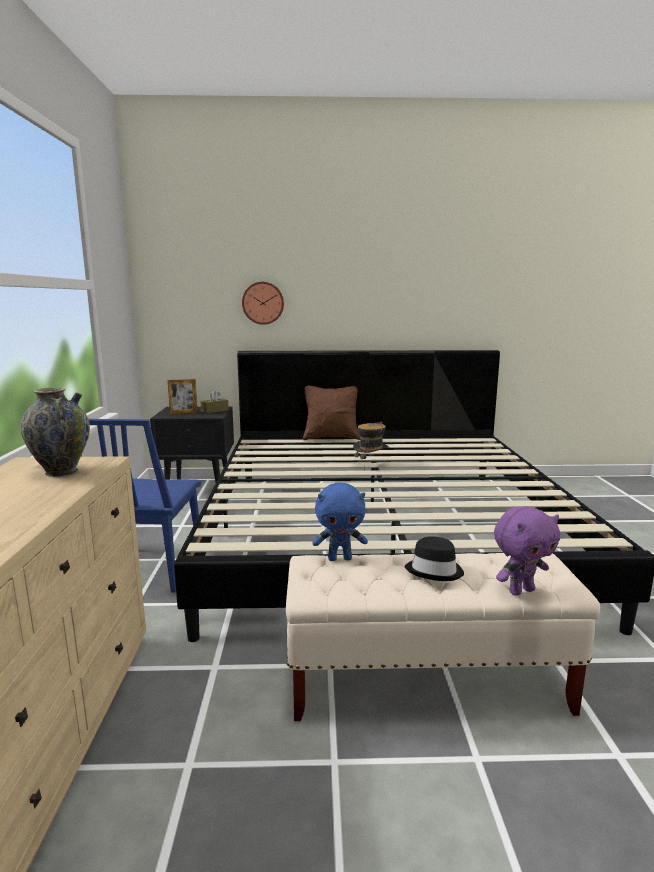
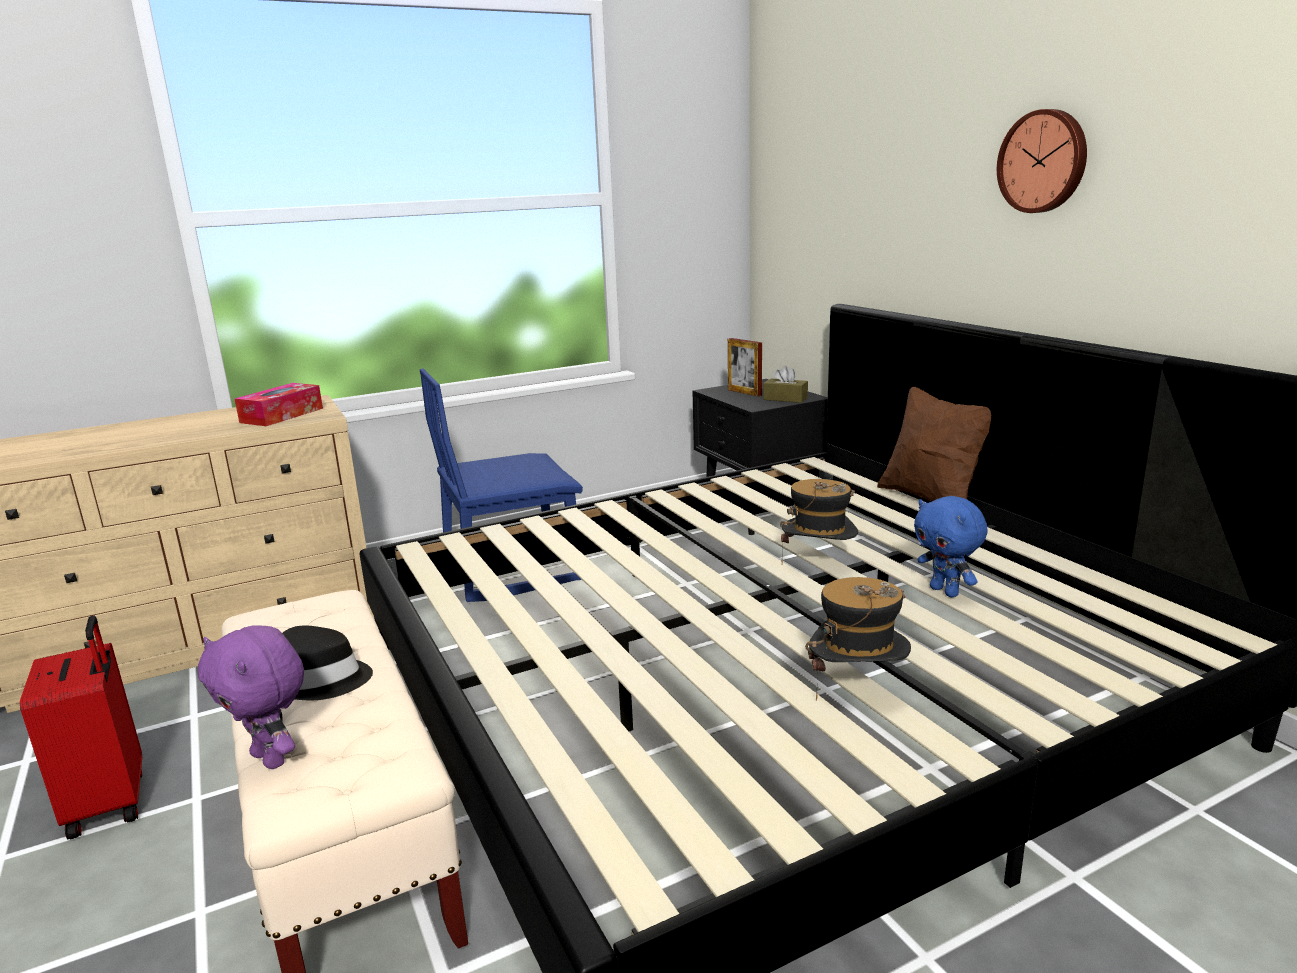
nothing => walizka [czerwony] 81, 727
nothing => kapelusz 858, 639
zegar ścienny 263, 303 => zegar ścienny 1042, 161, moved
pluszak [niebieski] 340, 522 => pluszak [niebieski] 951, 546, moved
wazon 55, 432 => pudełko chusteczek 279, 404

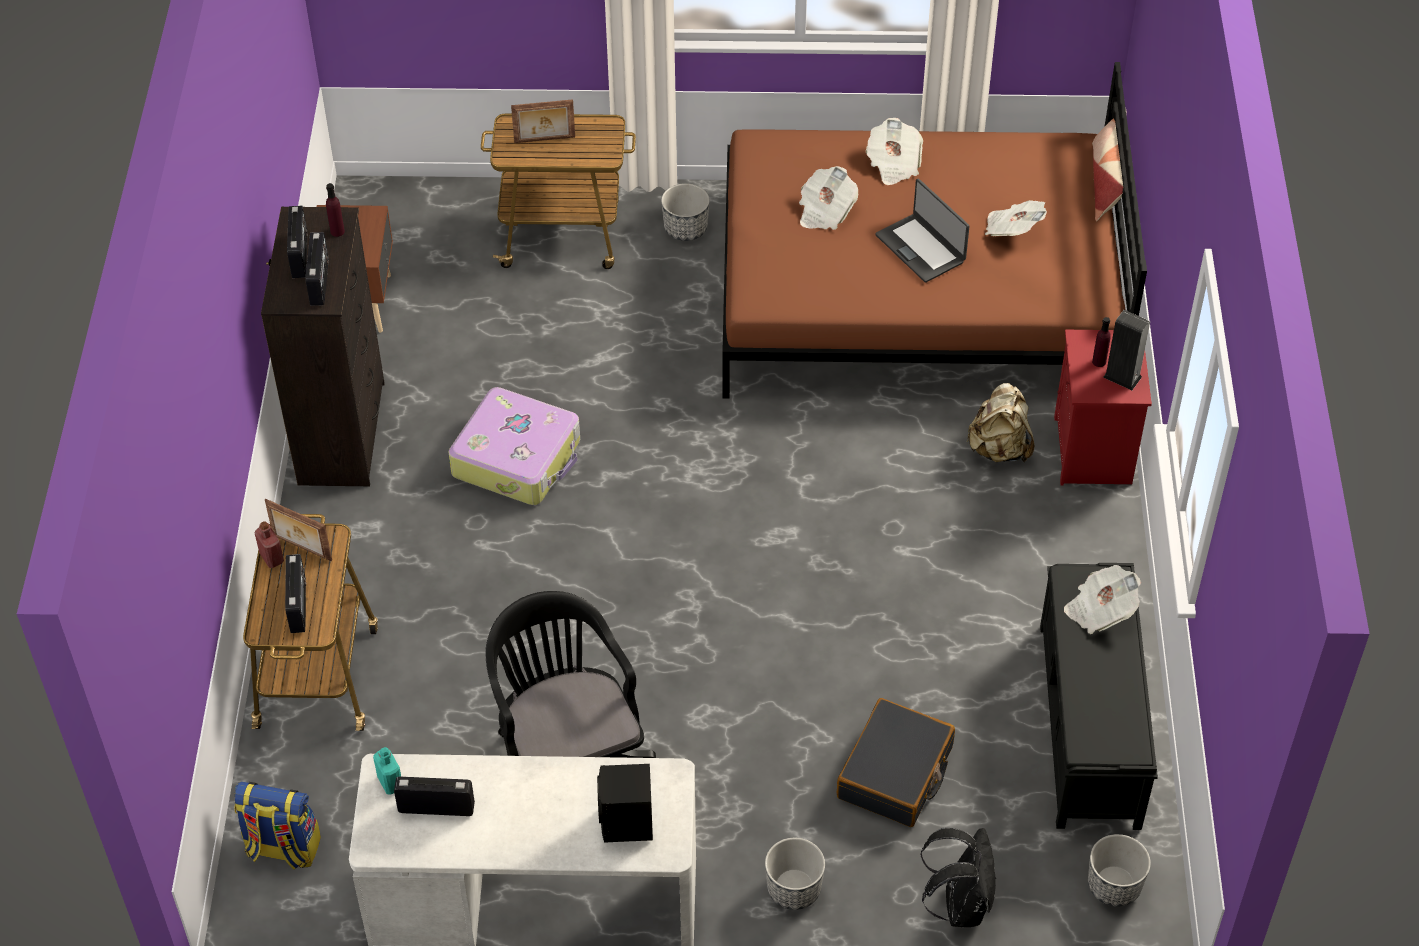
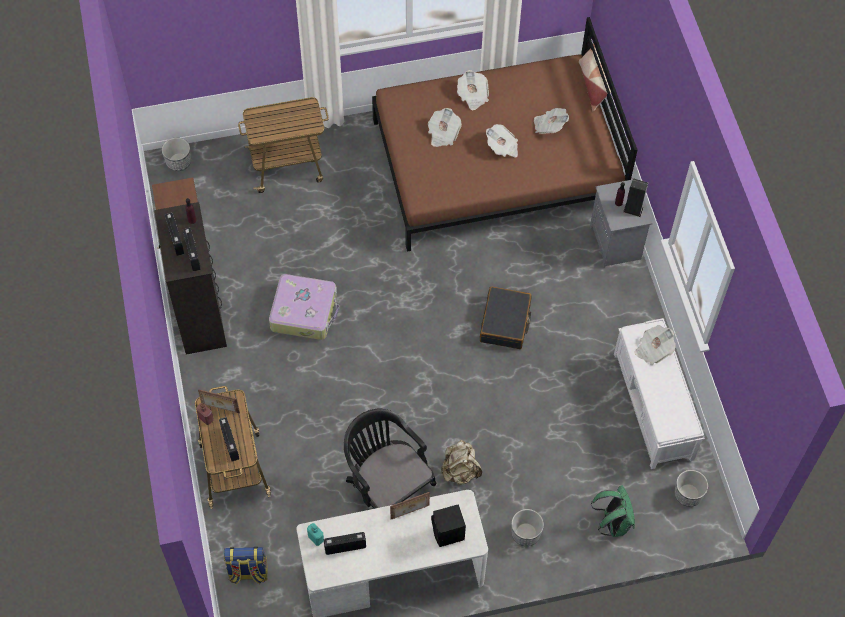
ramka na zdjęcie 543, 121 => ramka na zdjęcie 410, 505, moved
donica 685, 212 => donica 176, 154, moved
walizka [czarny] 896, 762 => walizka [czarny] 506, 317, moved
plecak [beżowy] 1000, 422 => plecak [beżowy] 461, 462, moved
laptop 922, 231 => gazeta 502, 140
plecak [czarny] 958, 877 => plecak [zielony] 613, 511
ławka [czarny] 1099, 696 => ławka [biały] 659, 393
szafka nocna [czerwony] 1103, 408 => szafka nocna [szary] 621, 224

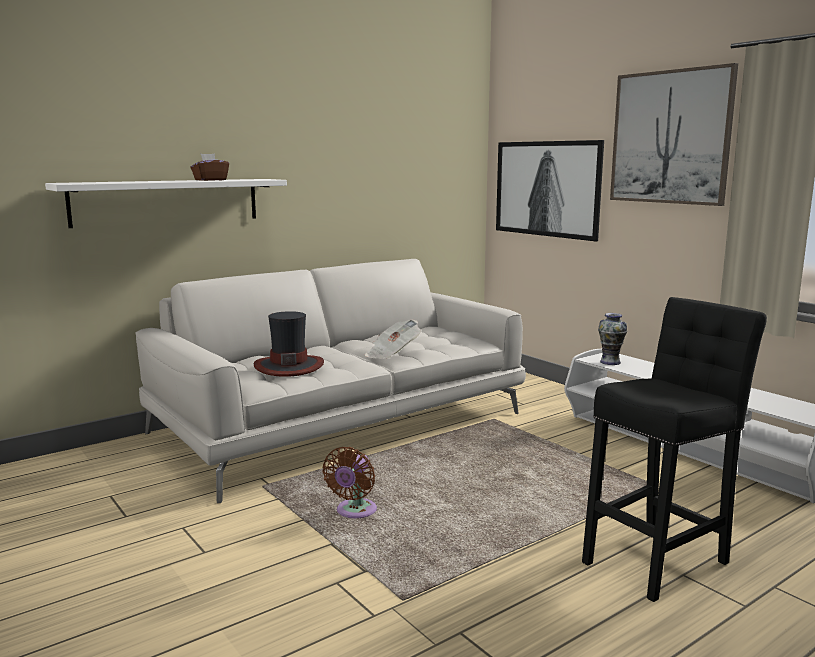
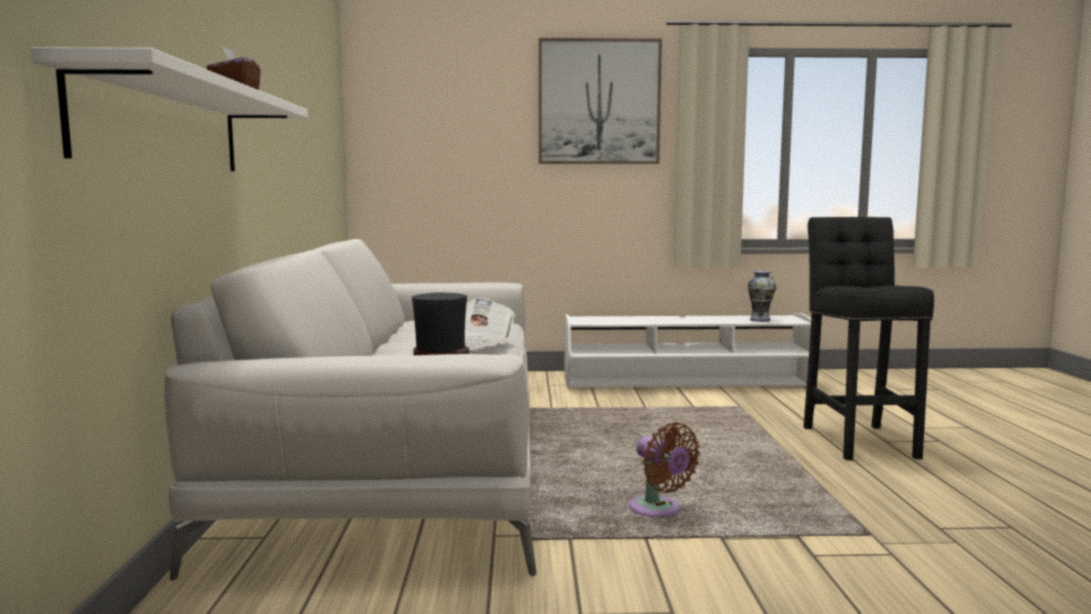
obraz 550, 190 => nothing
wazon 612, 339 => wazon 762, 296, moved

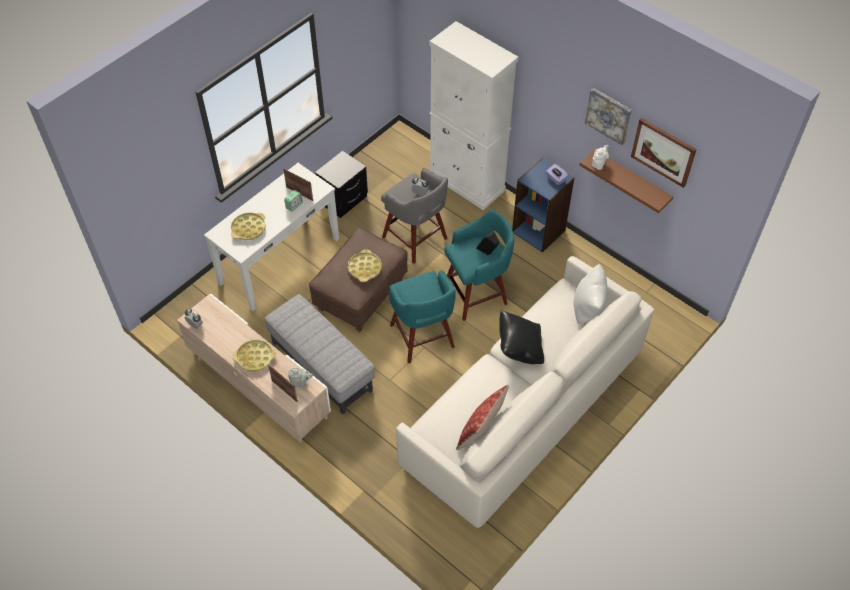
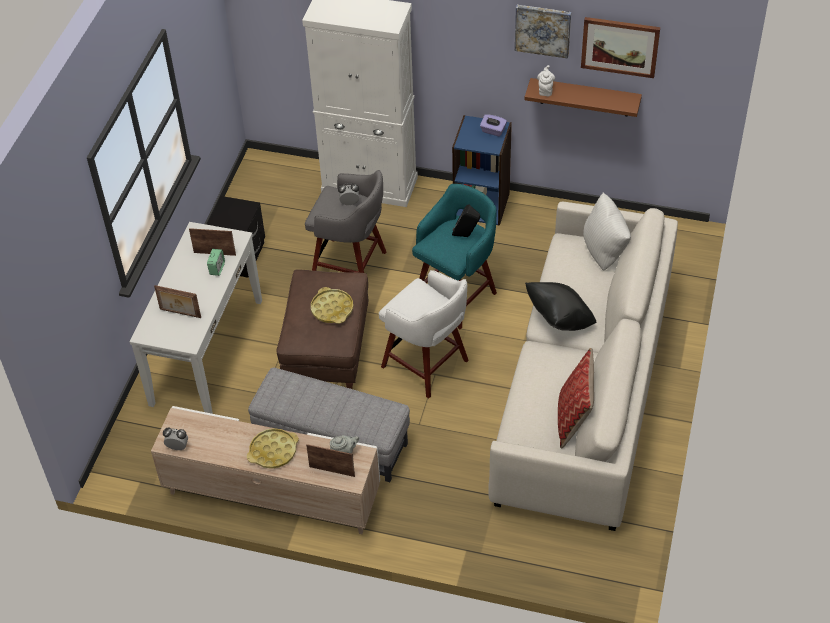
taca [żółty] 248, 226 => ramka na zdjęcie 177, 301
stołek [turkusowy] 422, 317 => stołek [biały] 424, 334

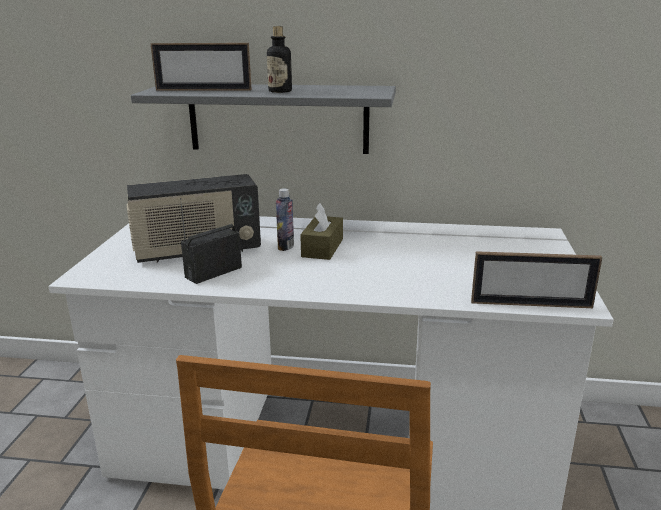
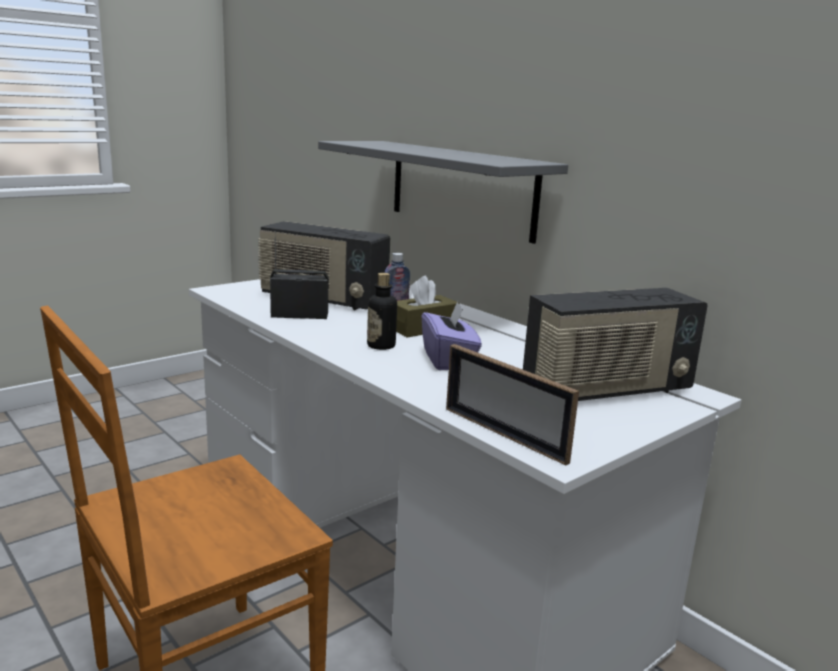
ramka na zdjęcie 201, 66 => nothing
nothing => pudełko chusteczek [fioletowy] 452, 335
nothing => radio 615, 344
butelka 279, 59 => butelka 382, 311, moved

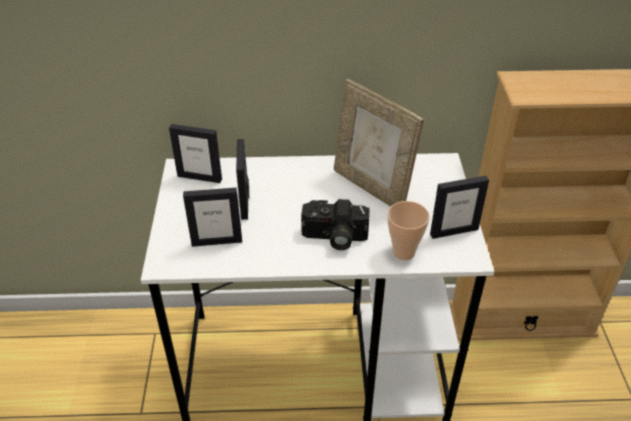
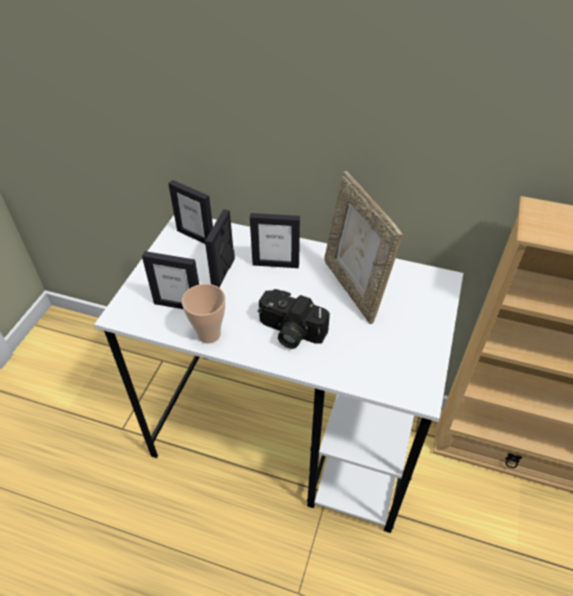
filiżanka 409, 230 => filiżanka 203, 314, moved
ramka na zdjęcie 459, 207 => ramka na zdjęcie 275, 240, moved

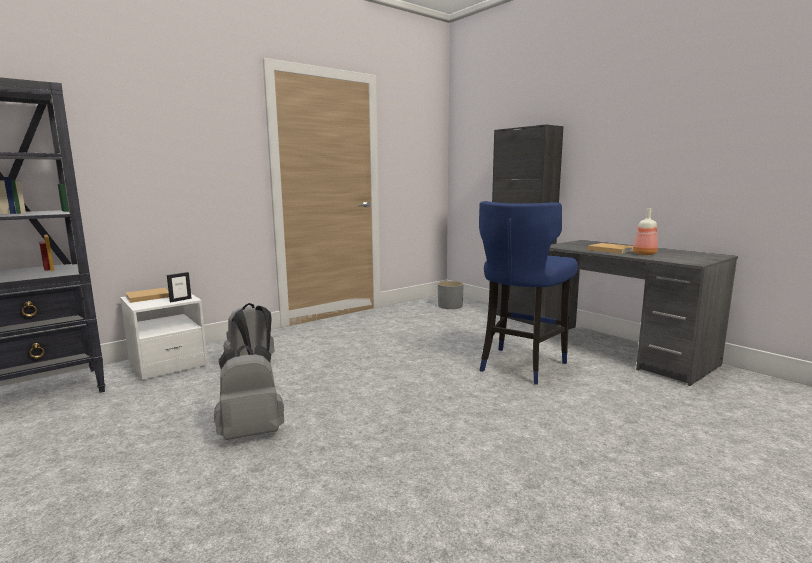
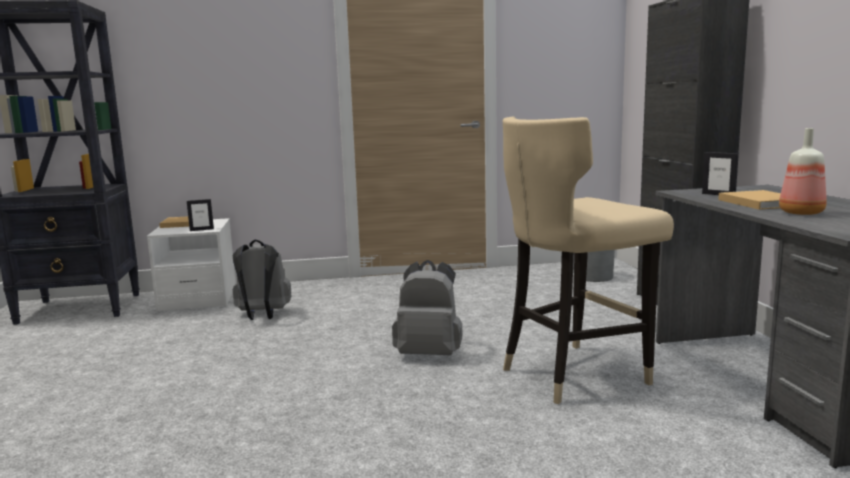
nothing => ramka na zdjęcie 720, 173
plecak [szary] 249, 392 => plecak [szary] 427, 308, moved
stołek [niebieski] 528, 292 => stołek [beżowy] 588, 260

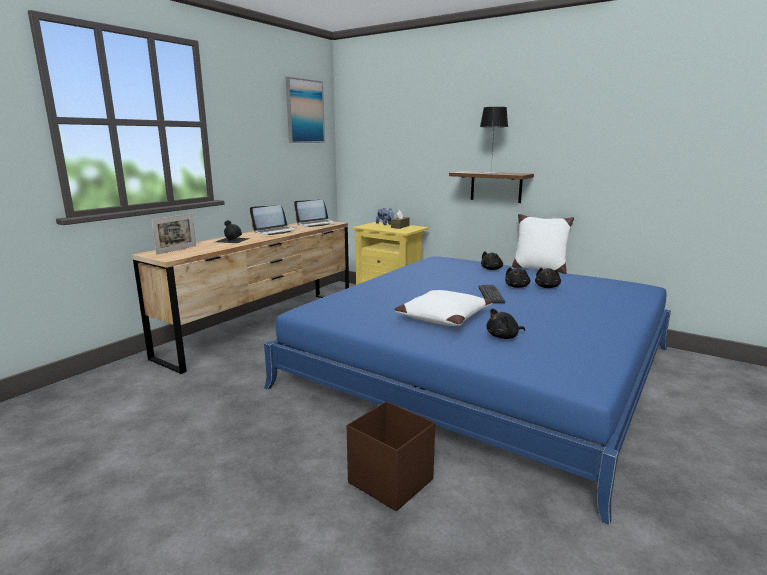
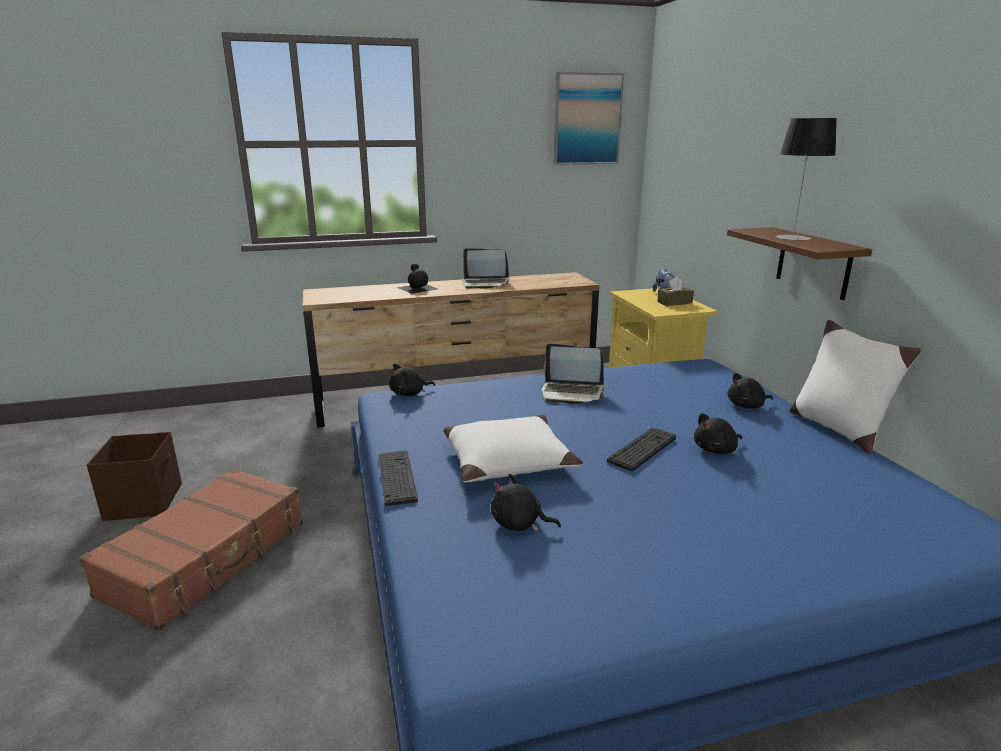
ramka na zdjęcie 174, 234 => nothing
nothing => walizka [brązowy] 191, 549
nothing => klawiatura 398, 478
laptop 314, 213 => laptop 573, 373, moved
pojemnik do przechowywania [brązowy] 391, 456 => pojemnik do przechowywania [brązowy] 134, 476, moved
pluszak [czarny] 548, 278 => pluszak [czarny] 412, 379, moved

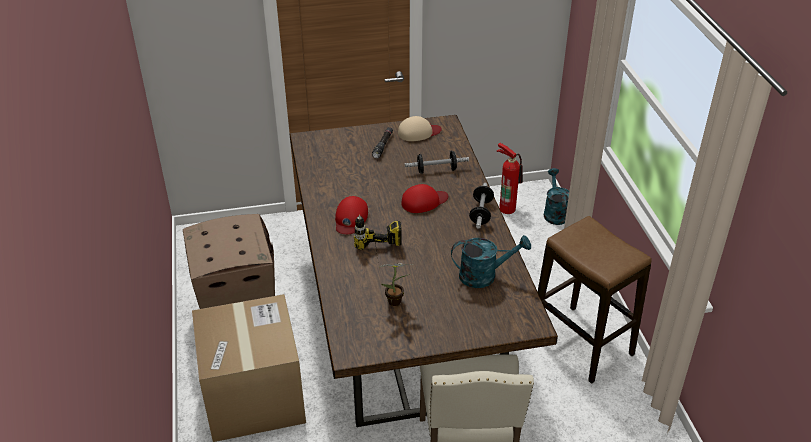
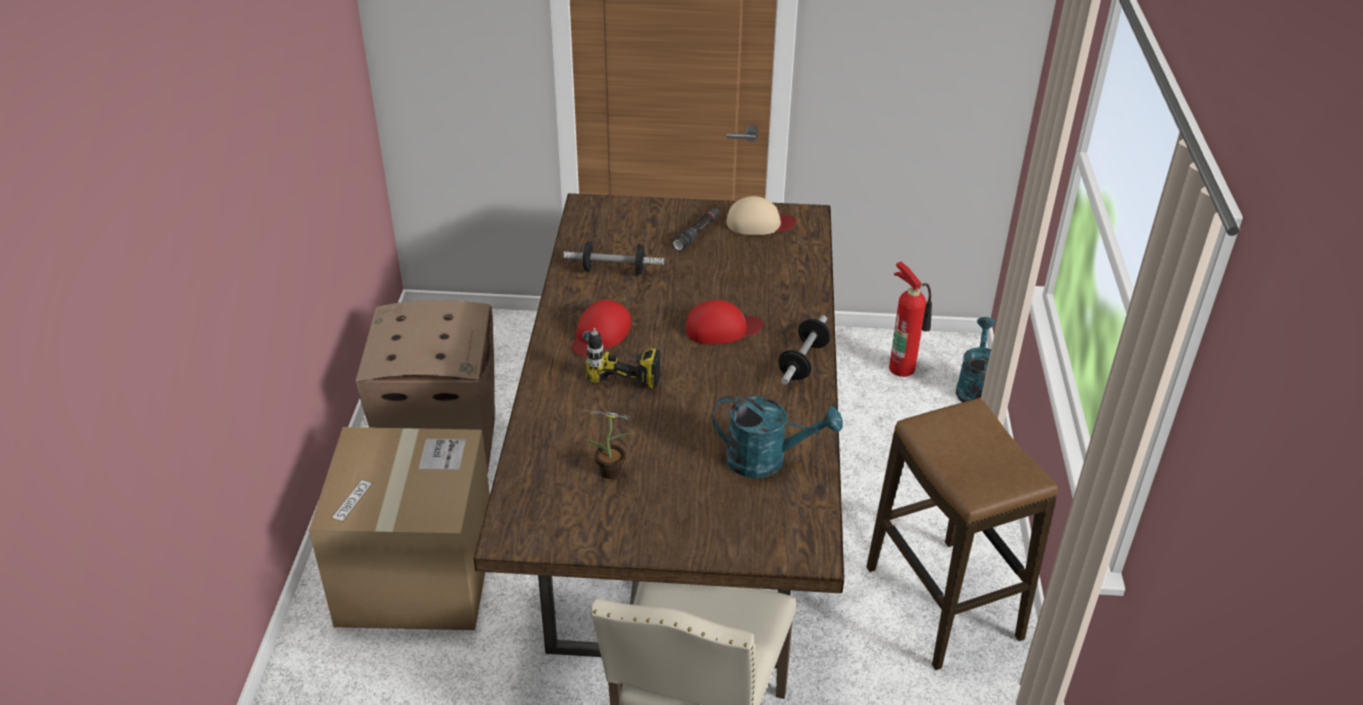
hantel 437, 162 => hantel 614, 258, moved

